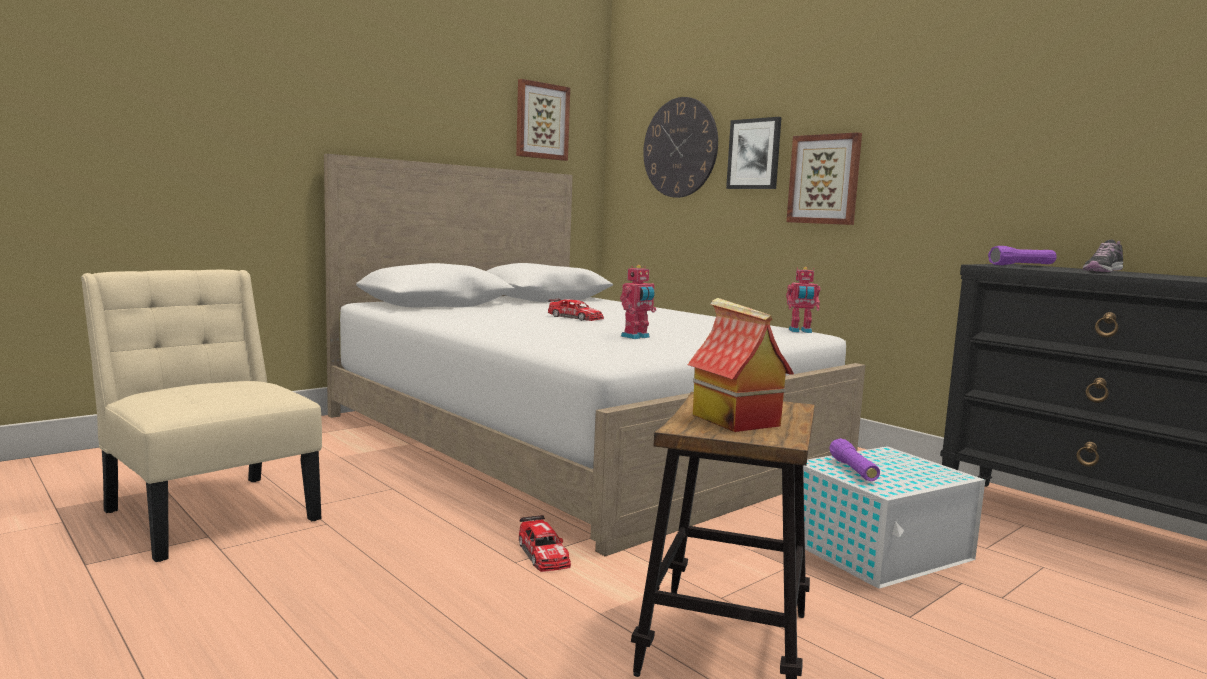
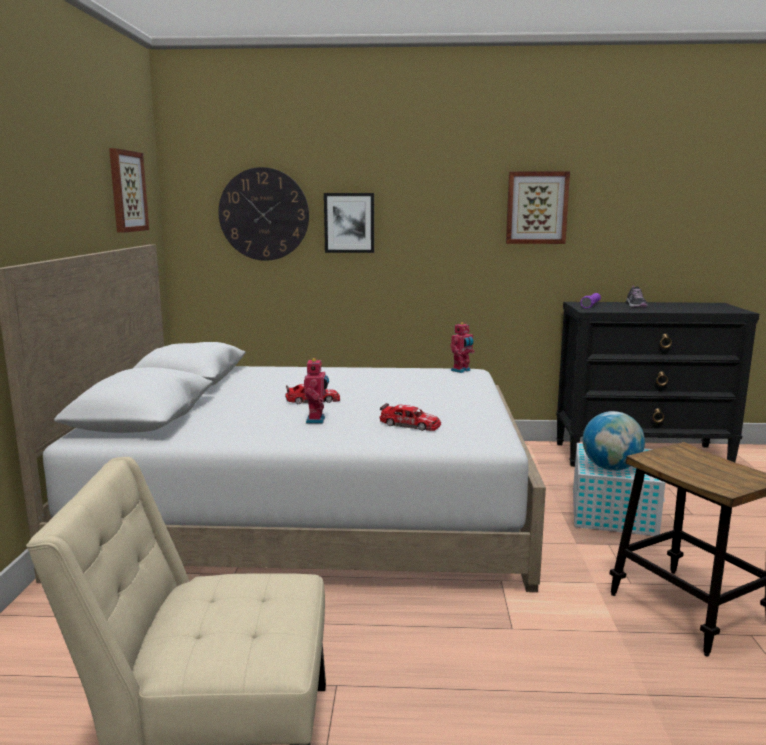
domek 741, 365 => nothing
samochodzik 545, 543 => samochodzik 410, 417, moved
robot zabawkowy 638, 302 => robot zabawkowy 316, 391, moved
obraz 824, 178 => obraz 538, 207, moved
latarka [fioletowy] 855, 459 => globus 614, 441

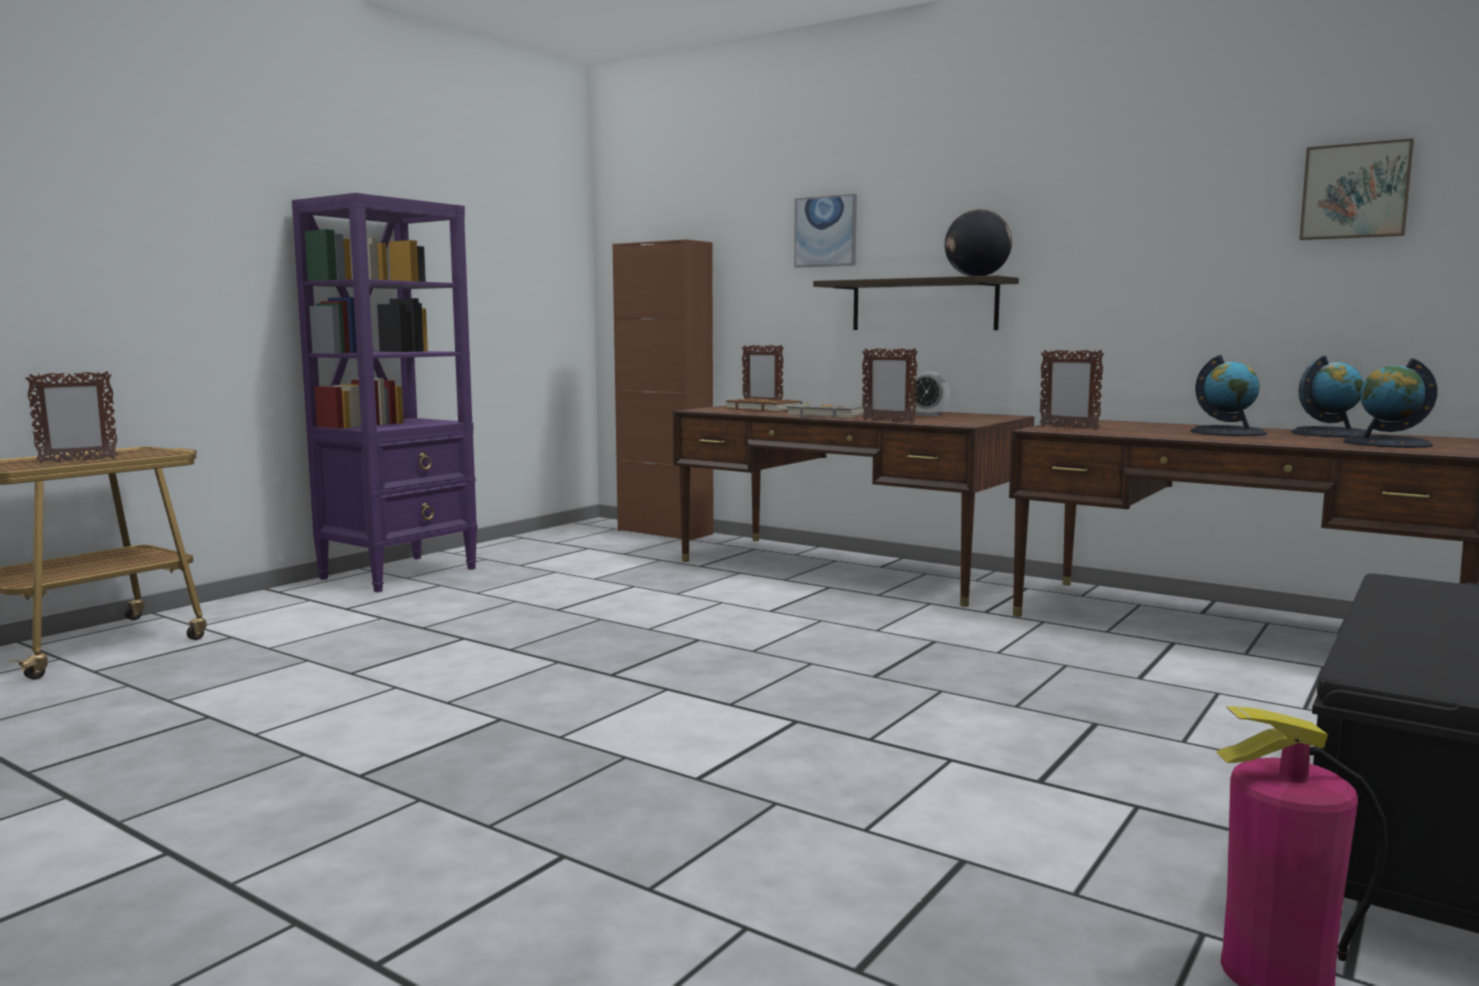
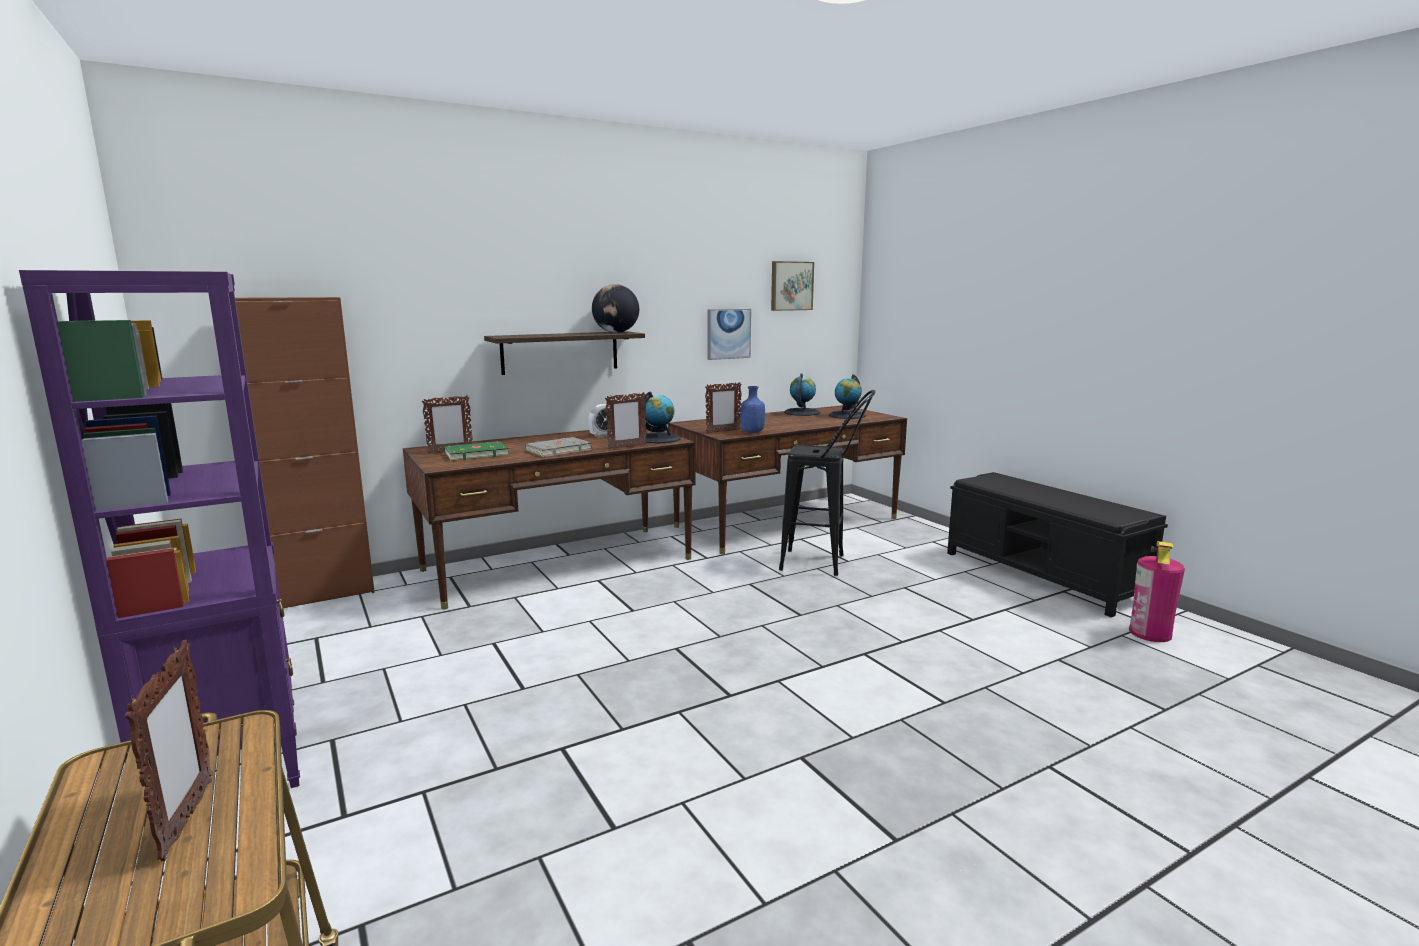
nothing => butelka [niebieski] 752, 409
nothing => stołek [czarny] 827, 483
obraz 825, 231 => obraz 729, 334, moved
globus 1228, 395 => globus 661, 417, moved
książka [brązowy] 763, 405 => książka [zielony] 476, 451

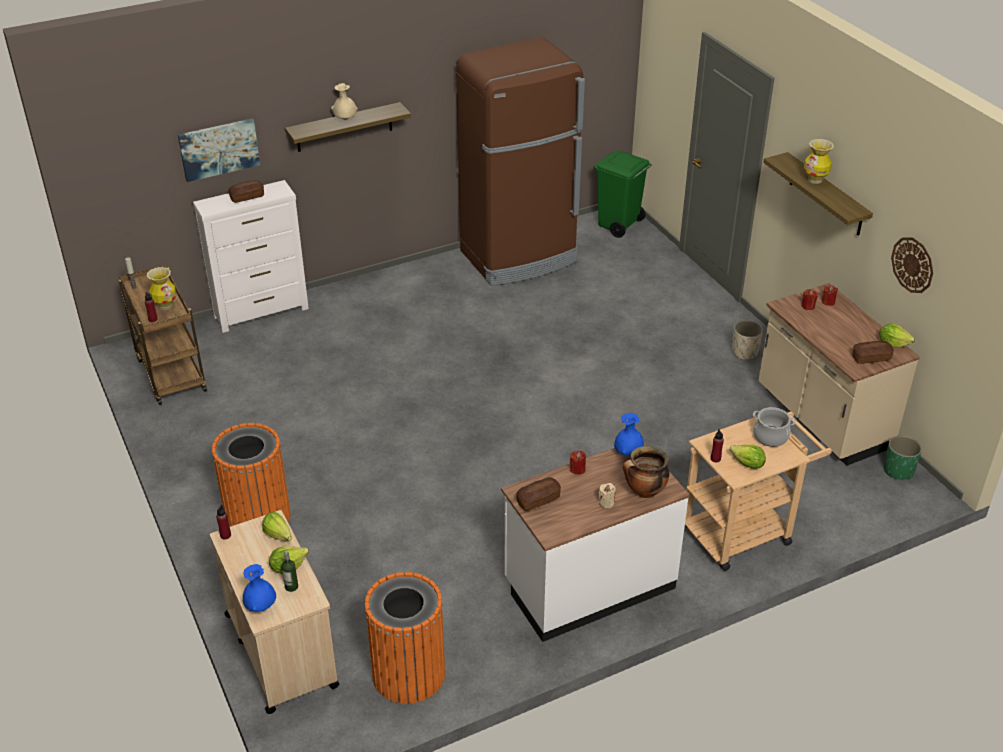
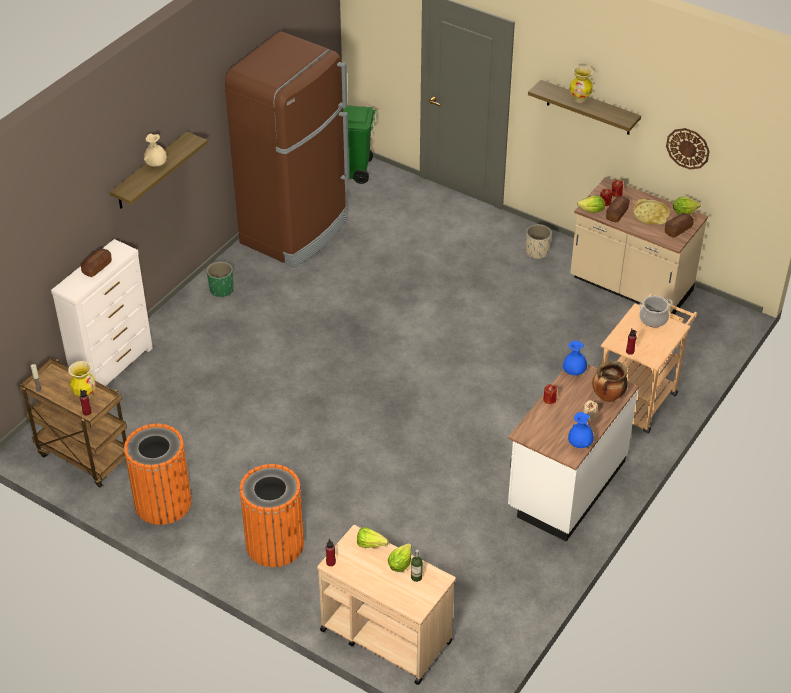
obraz 219, 150 => nothing
nothing => taca [żółty] 651, 211
wazon [niebieski] 259, 588 => wazon [niebieski] 581, 430, moved
kosz na śmieci [pomarańczowy] 405, 638 => kosz na śmieci [pomarańczowy] 158, 474, moved
chleb 538, 494 => chleb 618, 209, moved
sałata 748, 457 => sałata 591, 204, moved
donica [zielony] 903, 458 => donica [zielony] 220, 279, moved

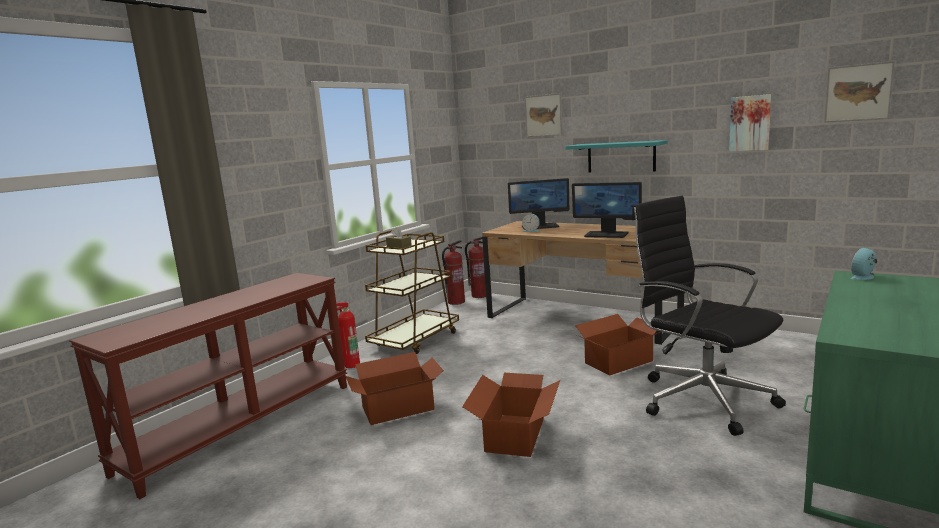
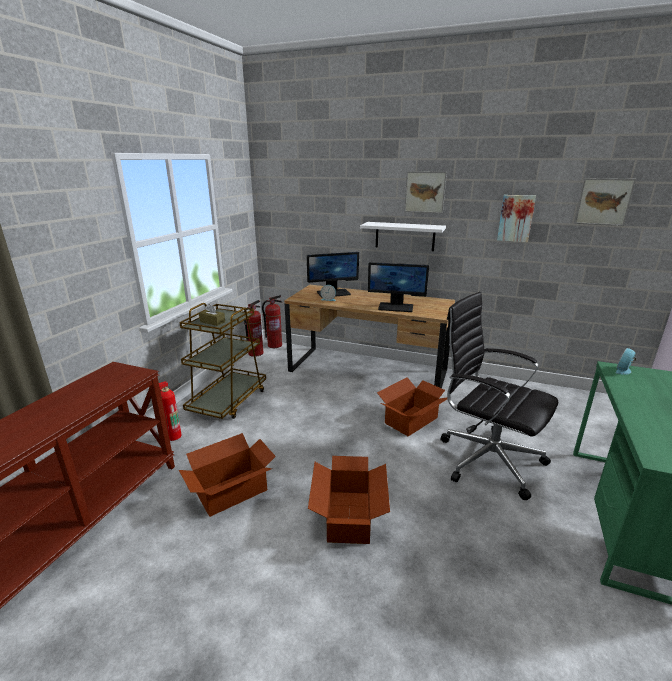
obraz 544, 115 => obraz 425, 192, moved
półka [turkusowy] 617, 156 => półka [biały] 403, 236

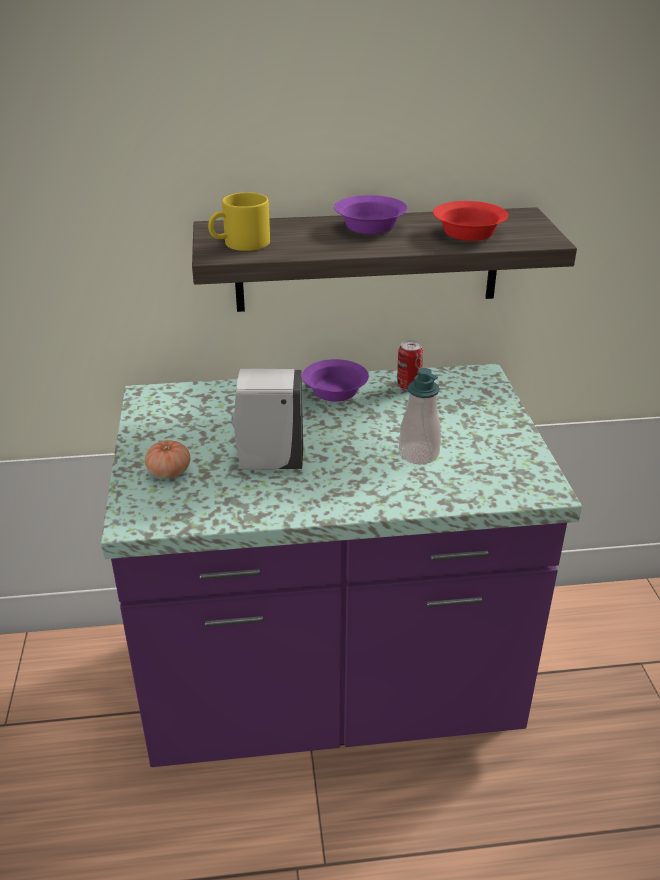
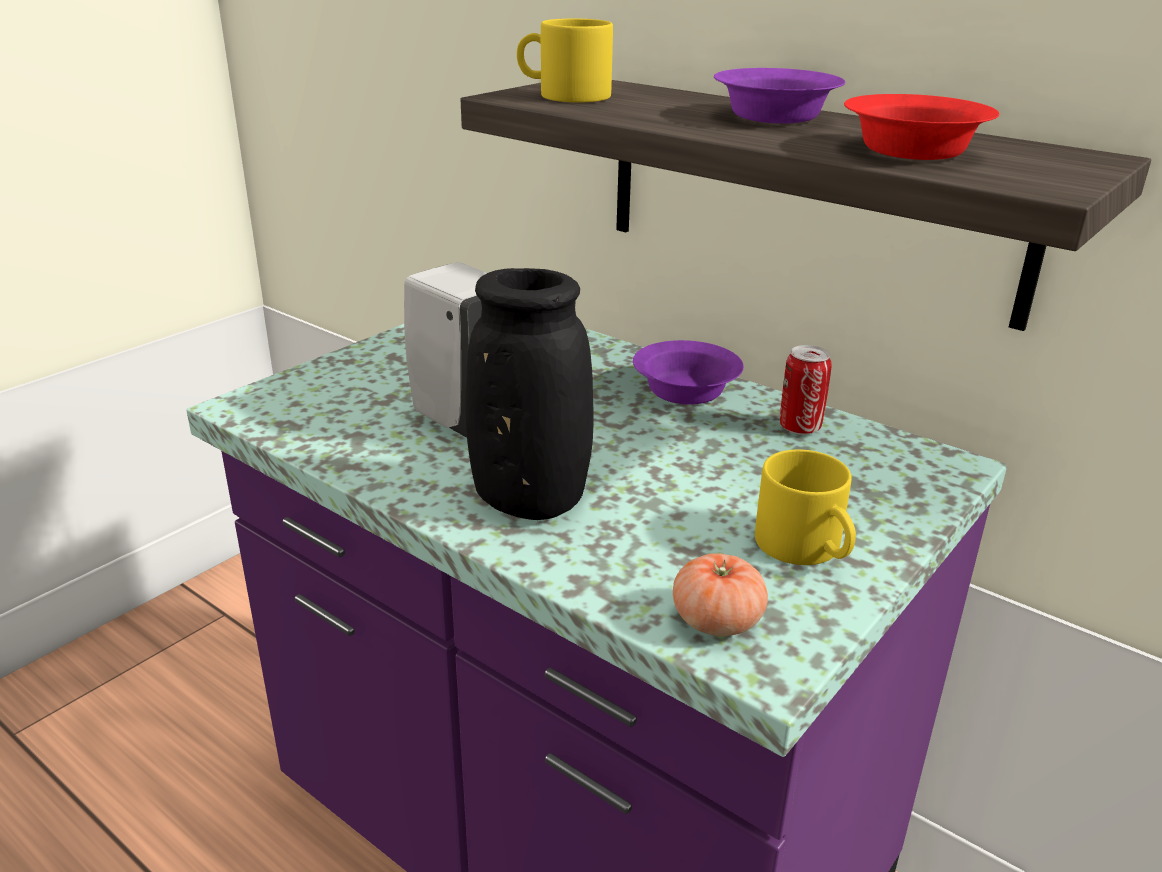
dozownik mydła 420, 416 => nothing
nothing => wazon [czarny] 529, 394
nothing => kubek [żółty] 805, 507
pomidor 167, 459 => pomidor 720, 594, moved

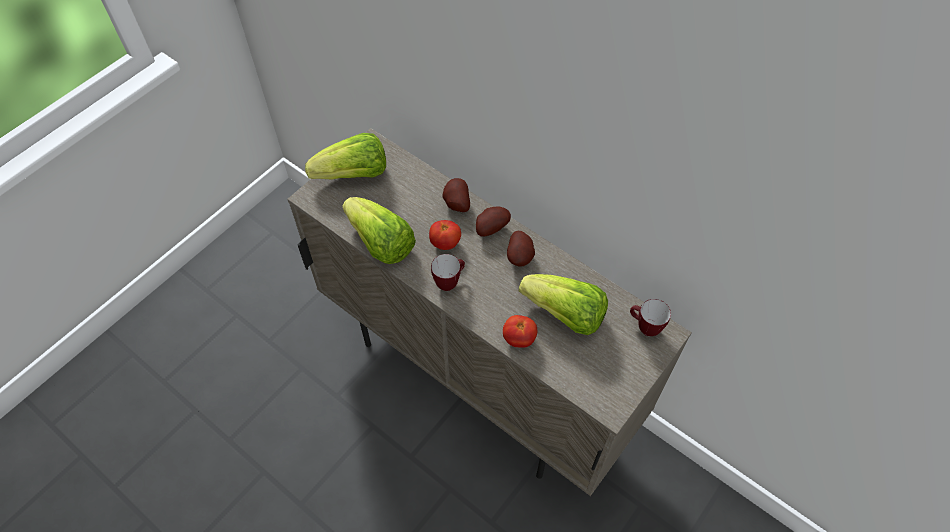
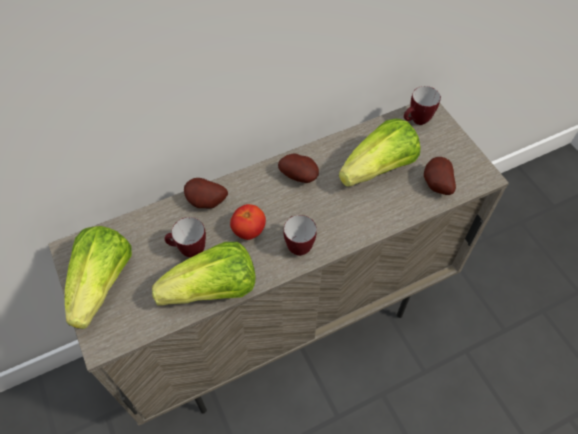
pomidor 520, 331 => nothing
nothing => kubek 185, 237
ziemniak 493, 221 => ziemniak 440, 176, moved

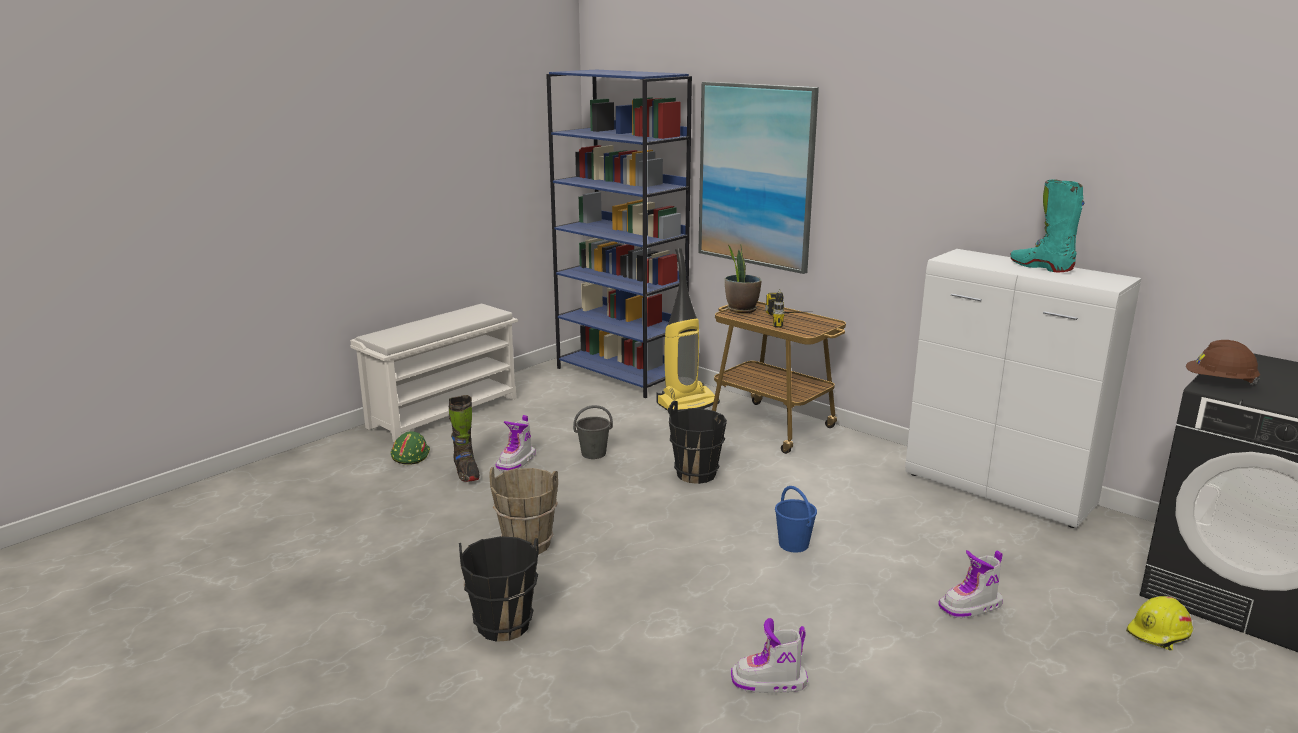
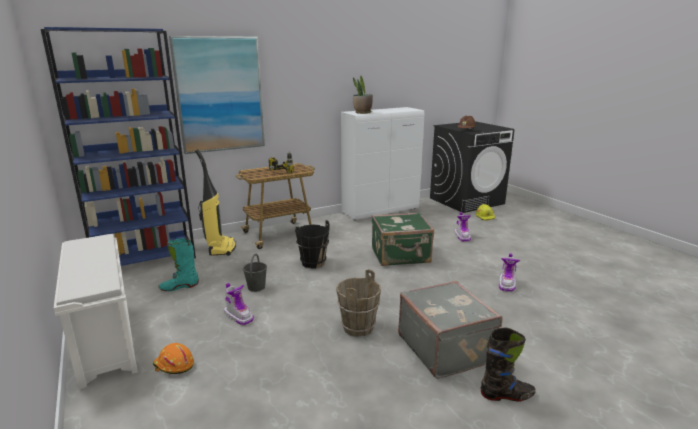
but z cholewką [czarny] 464, 438 => but z cholewką [czarny] 508, 365, moved
roślina doniczkowa 743, 278 => roślina doniczkowa 363, 95, moved
but z cholewką [turkusowy] 1048, 225 => but z cholewką [turkusowy] 178, 264, moved
wiadro [czarny] 498, 589 => walizka [szary] 450, 330
wiadro [niebieski] 796, 519 => walizka [zielony] 403, 239
kask [zielony] 410, 448 => kask [pomarańczowy] 173, 358

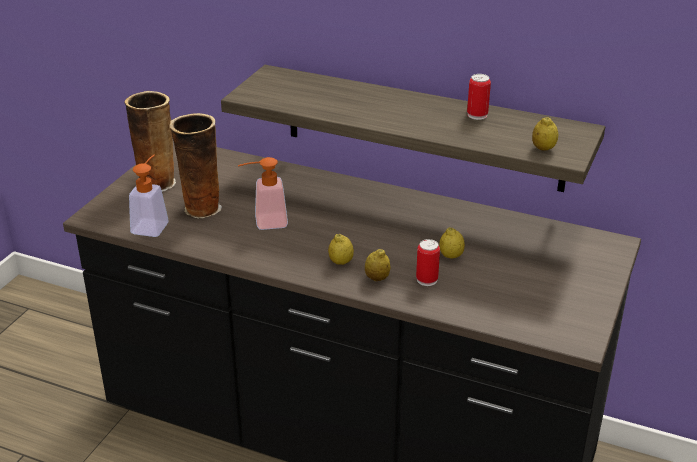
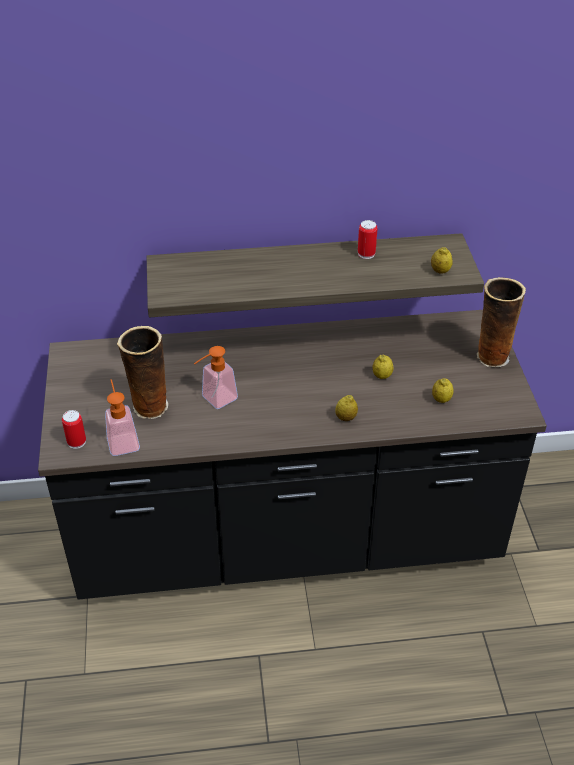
wazon 150, 141 => wazon 501, 322, moved
cytryna 341, 249 => cytryna 443, 390, moved
puszka 428, 262 => puszka 74, 429, moved

